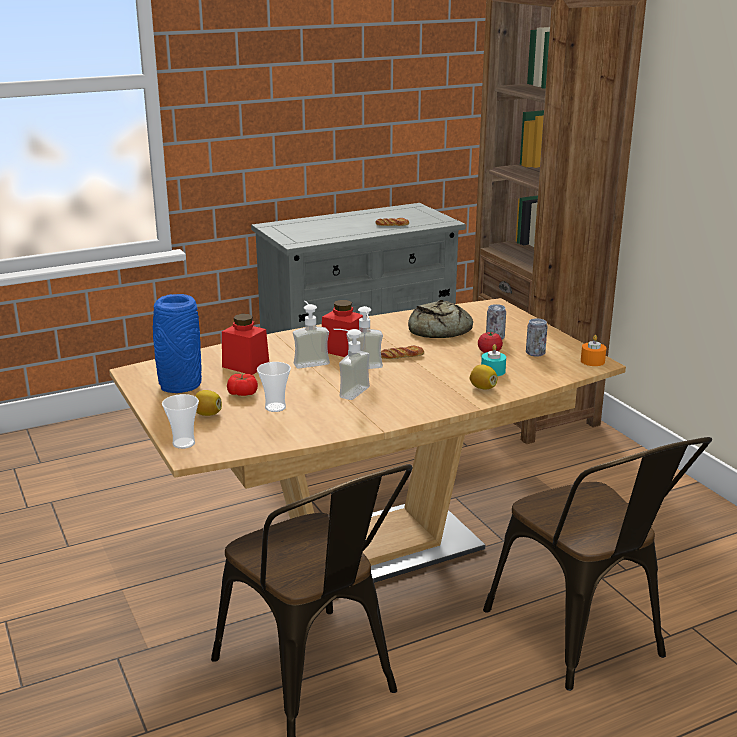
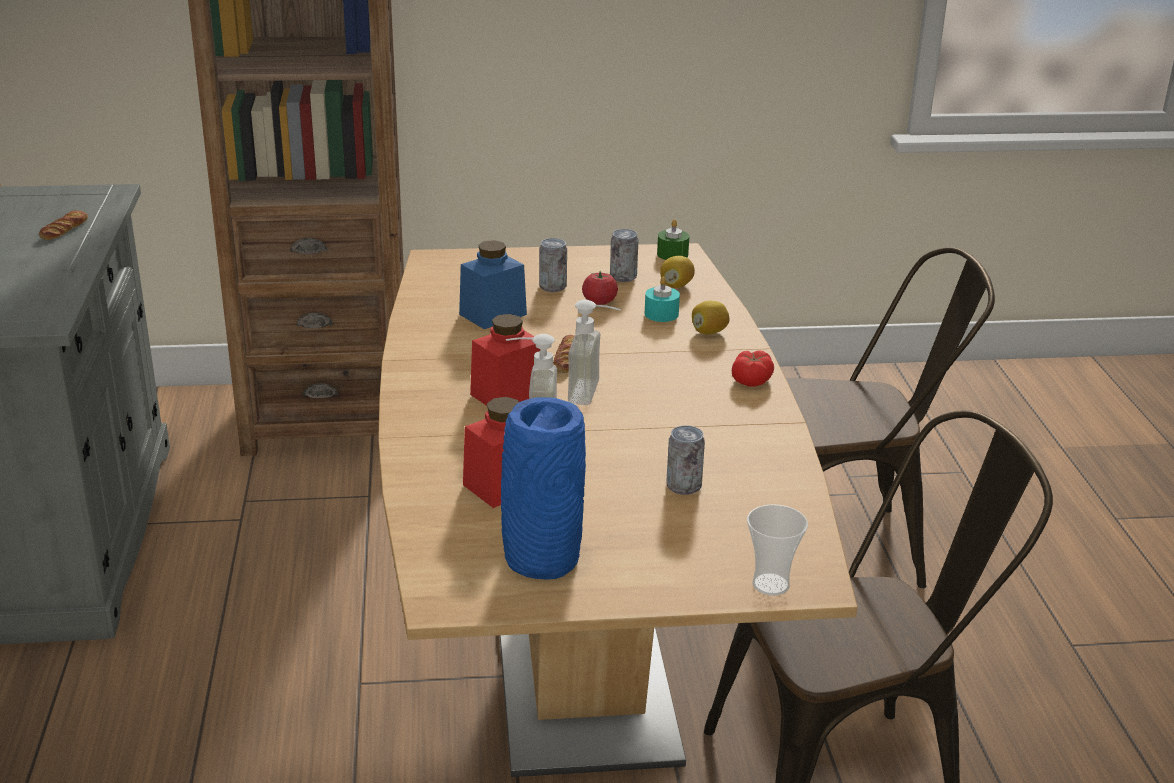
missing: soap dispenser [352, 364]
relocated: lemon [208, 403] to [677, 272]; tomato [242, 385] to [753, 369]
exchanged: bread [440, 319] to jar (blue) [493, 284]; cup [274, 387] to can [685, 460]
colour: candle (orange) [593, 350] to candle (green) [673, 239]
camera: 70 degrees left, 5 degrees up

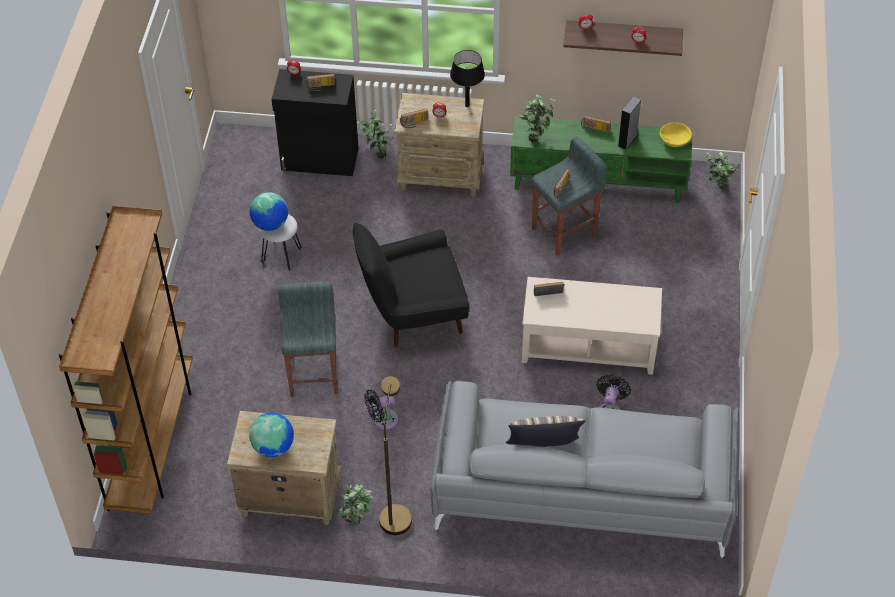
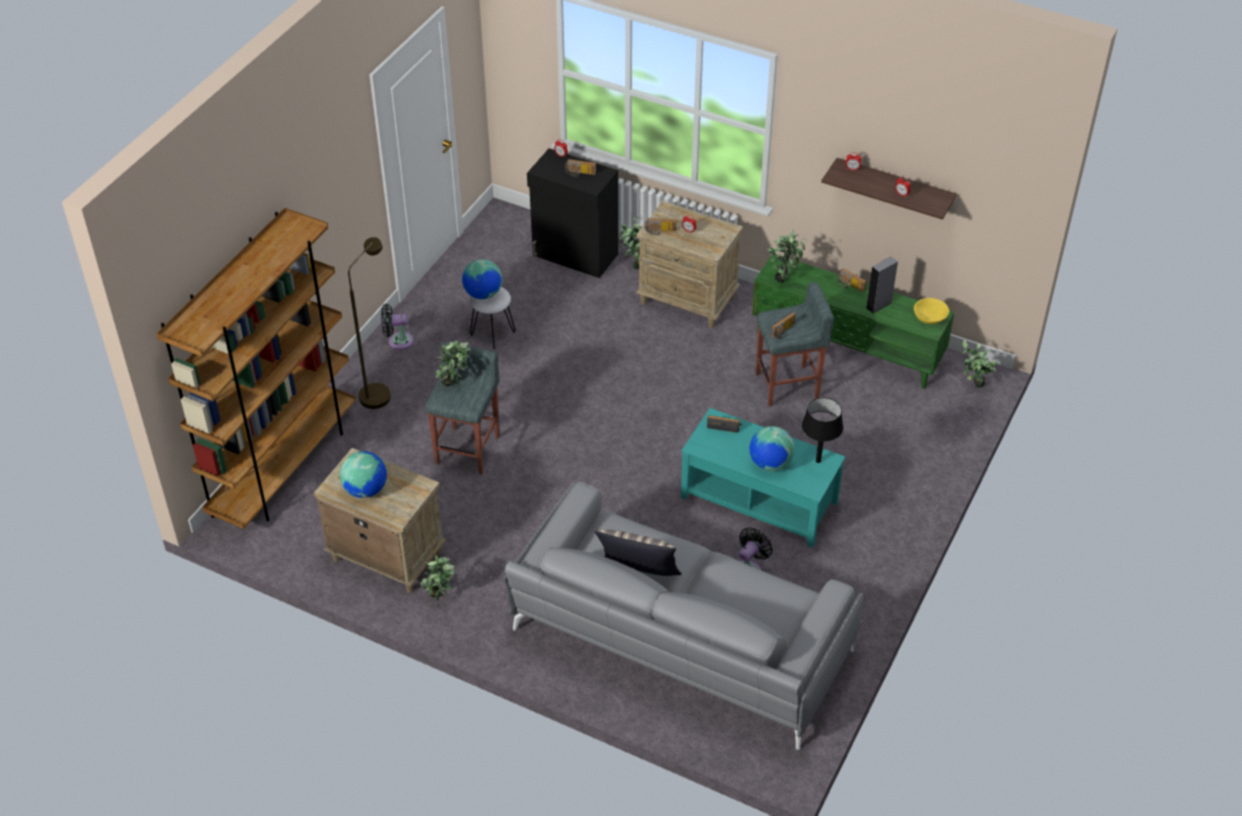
missing: armchair (black) [411, 285]
appeared: potted plant [453, 363]; globe [771, 448]
relocated: floor lamp (brown) [395, 455] to [369, 323]; fan (black) [381, 409] to [397, 327]; table lamp (black) [467, 78] to [822, 430]
colour: coffee table (beige) [592, 326] to coffee table (turquoise) [763, 478]
camera: 20 degrees right, 5 degrees down

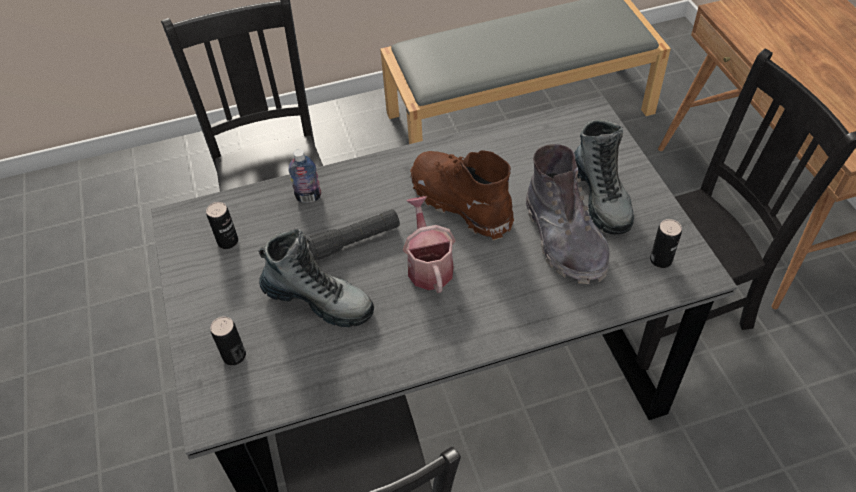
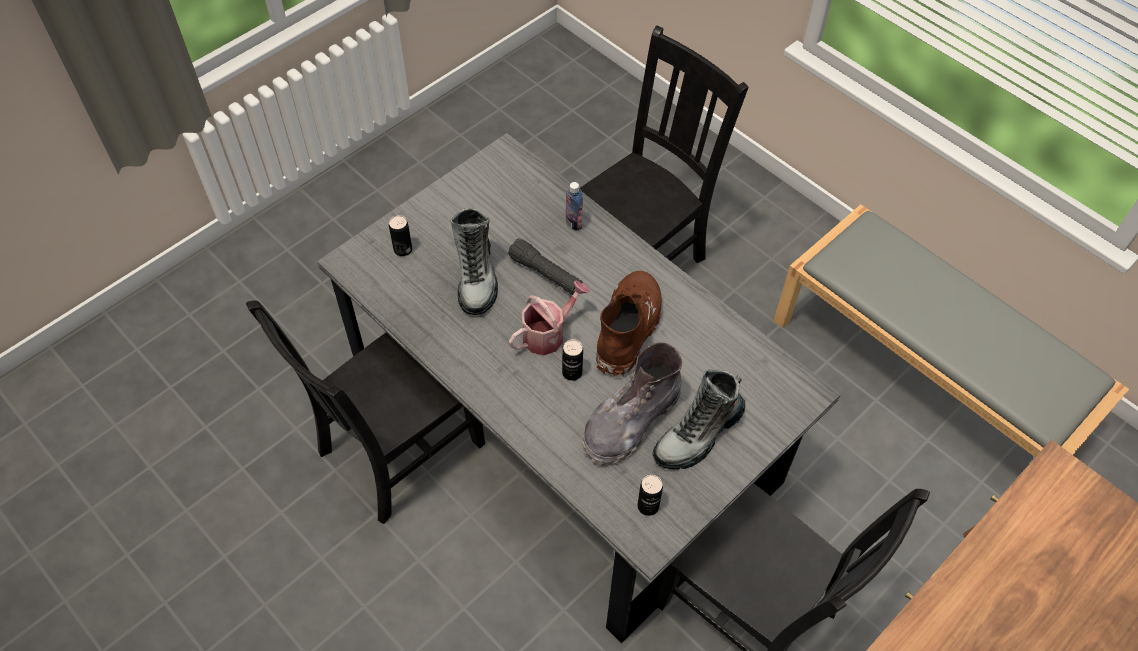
relocated: can [222, 225] to [572, 360]
camera: 60 degrees right, 5 degrees up

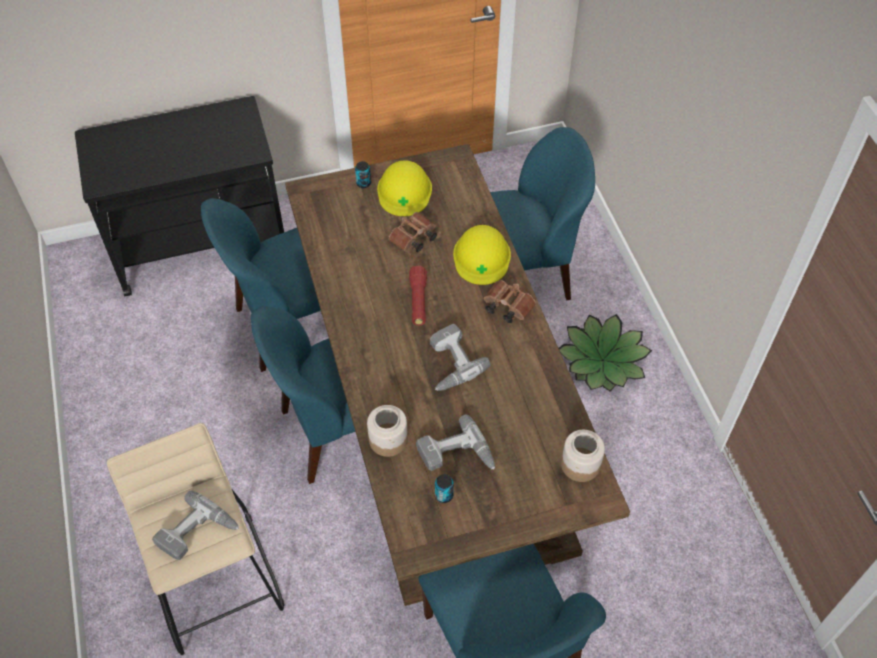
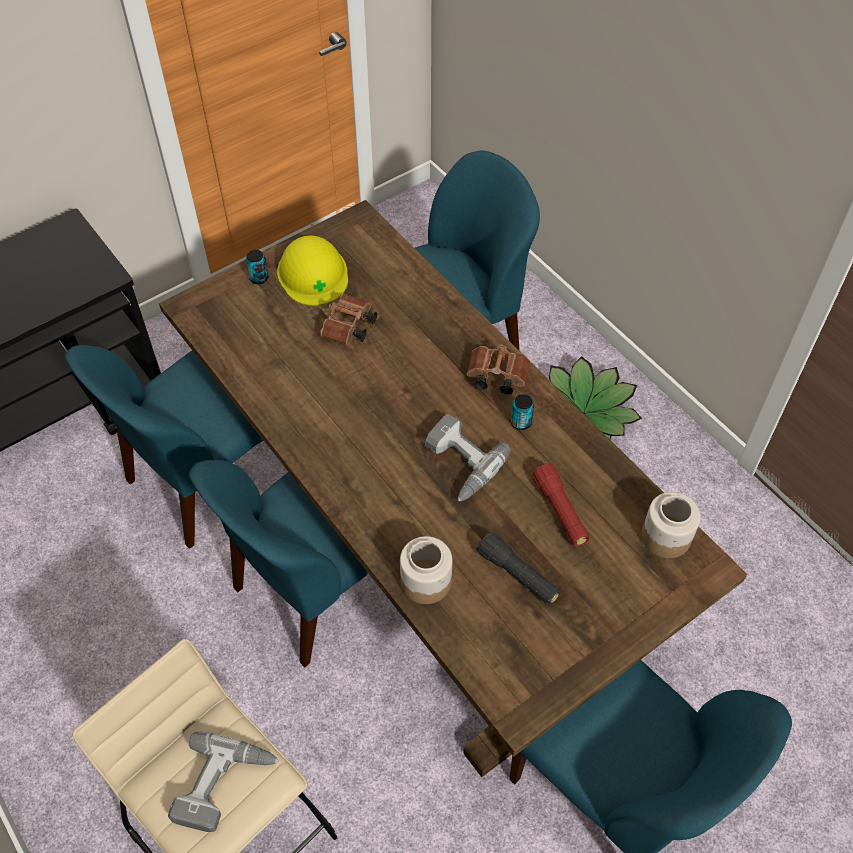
missing: hard hat (yellow) [482, 255]
relocated: can [444, 488] to [522, 412]; flashlight (red) [418, 296] to [561, 504]
exchanged: power drill [455, 443] to flashlight (black) [519, 568]
camera: 20 degrees left, 0 degrees up

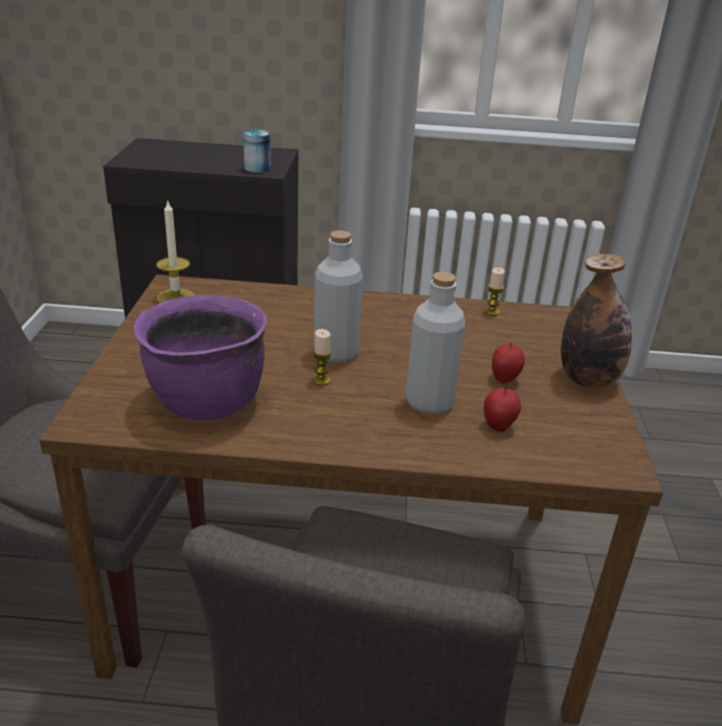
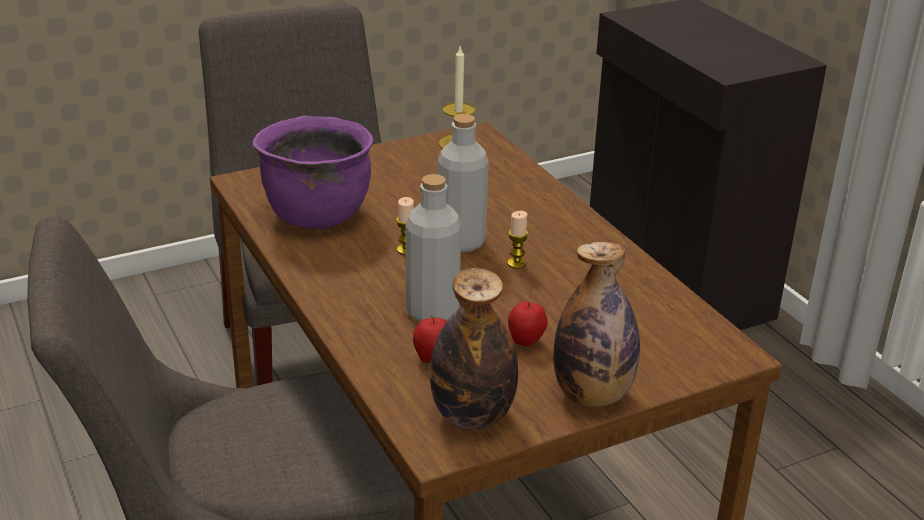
missing: can [257, 151]
appeared: bottle [474, 348]
relocated: candle [494, 291] to [517, 240]
camera: 60 degrees right, 0 degrees up

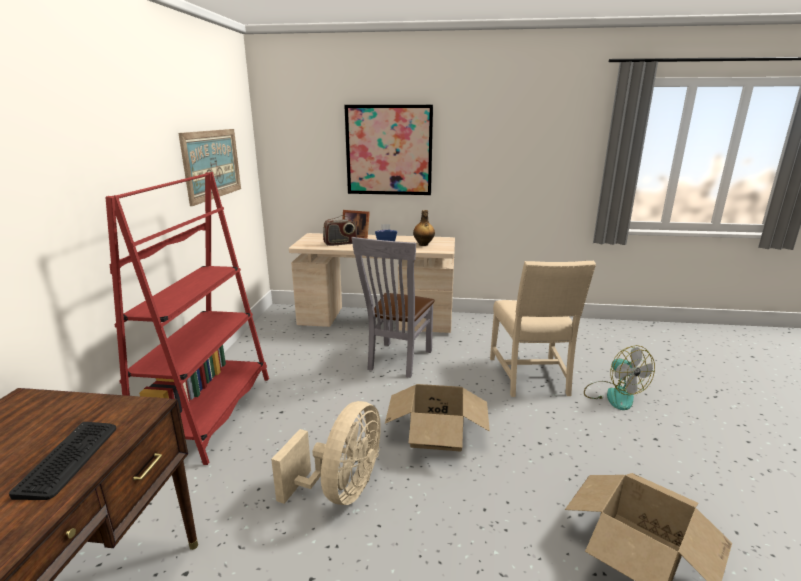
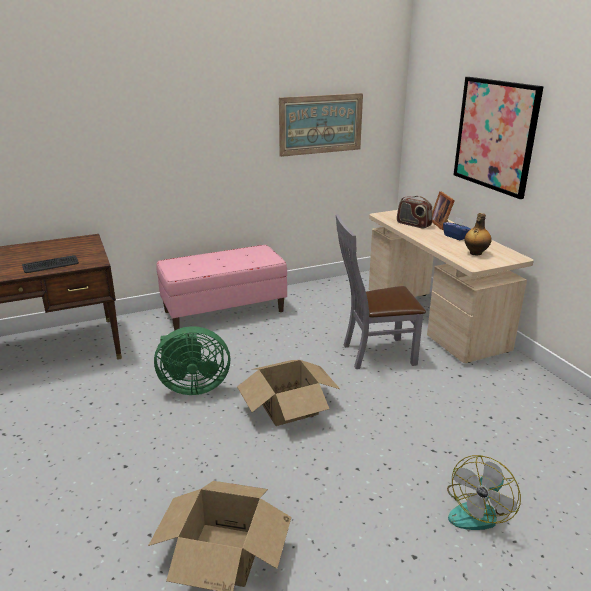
missing: chair (beige) [543, 329]
exchanged: bookcase (red) [187, 318] to bench (pink) [221, 288]
colour: fan (beige) [326, 453] to fan (green) [192, 360]
camera: 60 degrees right, 5 degrees up

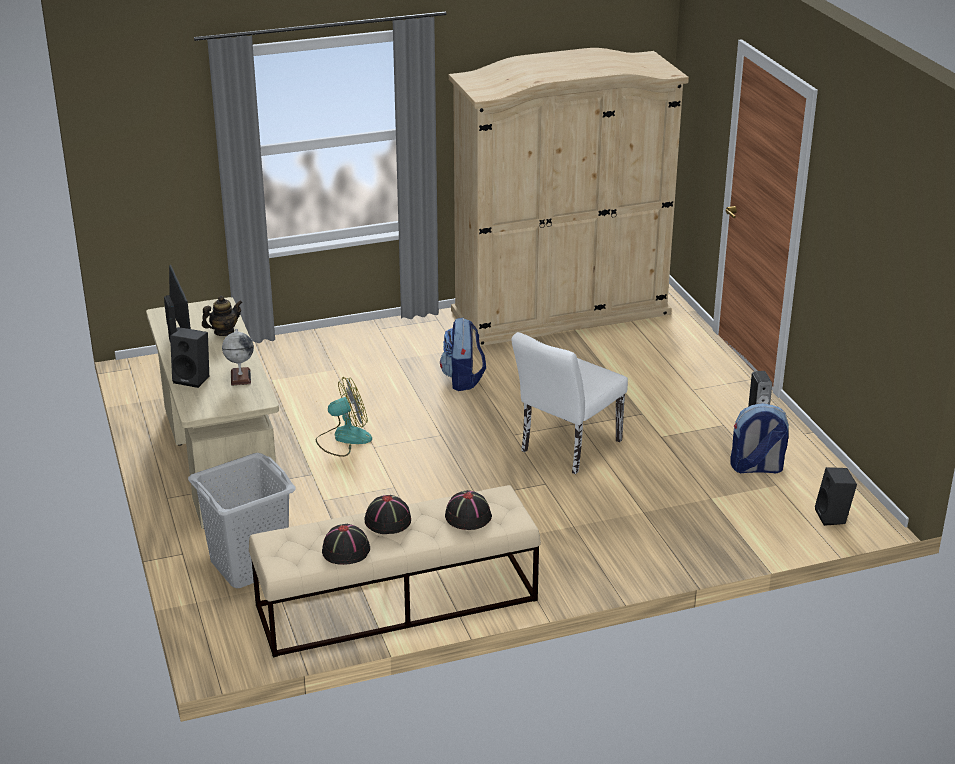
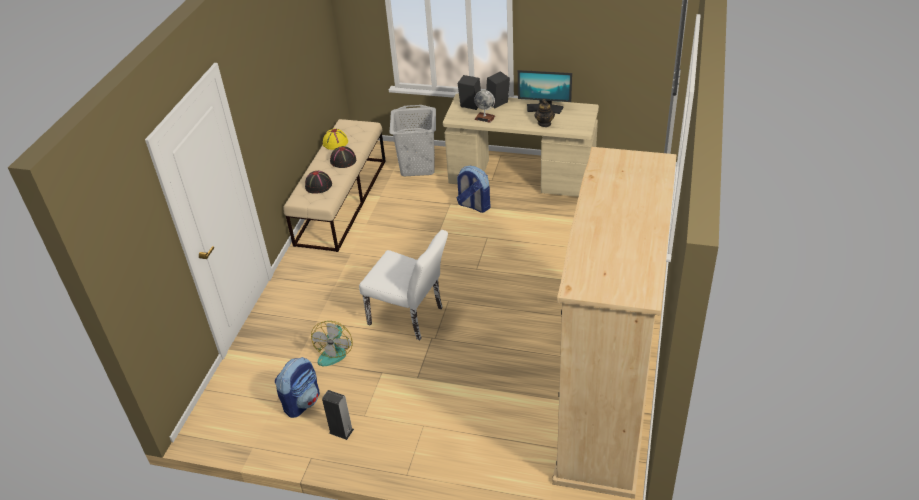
relocated: fan [344, 417] to [332, 343]; backpack [463, 354] to [474, 189]; speaker (black) [836, 496] to [469, 92]
colour: hat (black) [346, 544] to hat (yellow) [335, 139]
spun: chair (white) [570, 403] = [403, 285] 135 degrees clockwise
camera: 125 degrees right, 10 degrees up

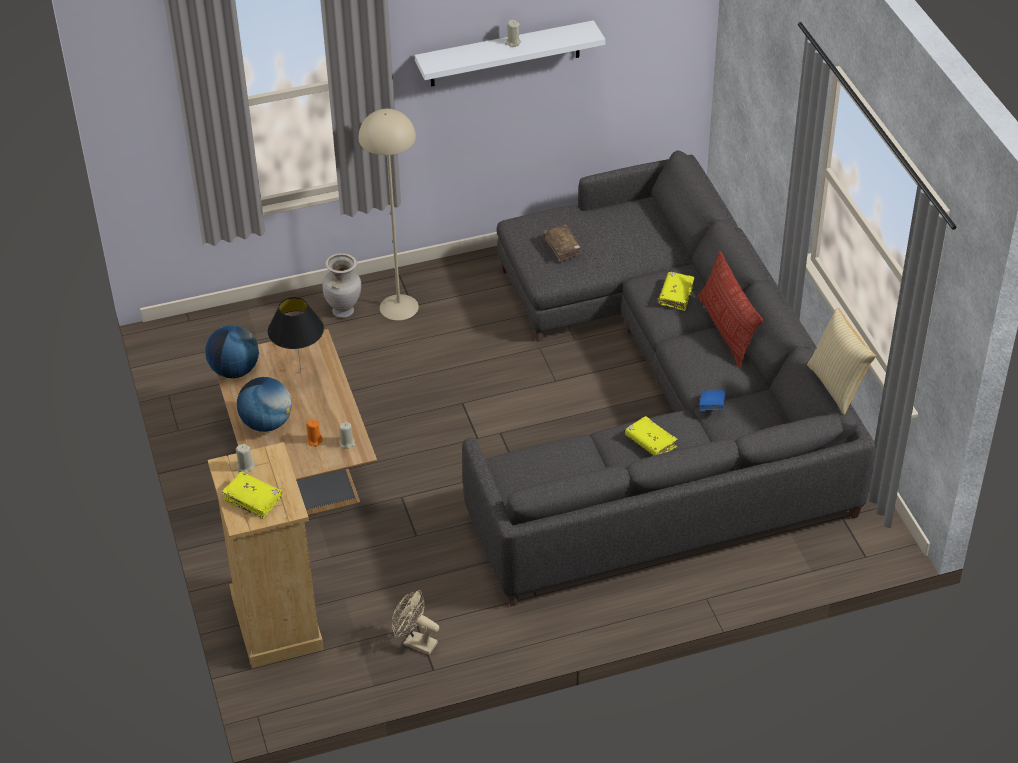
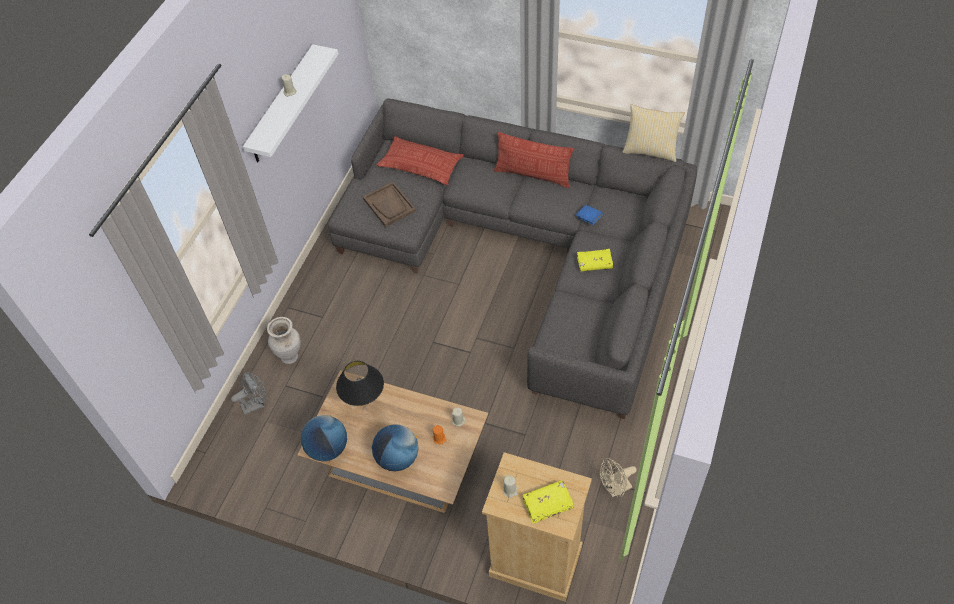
missing: floor lamp (beige) [389, 214]; book (yellow) [676, 291]
appeared: fan (grey) [248, 393]; pillow [420, 160]
exchanged: book (brown) [563, 243] to tray (brown) [389, 204]
camera: 50 degrees left, 10 degrees up

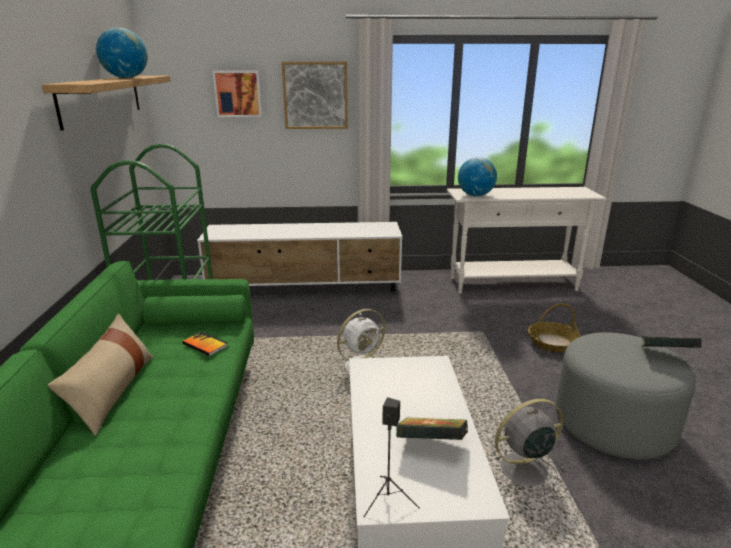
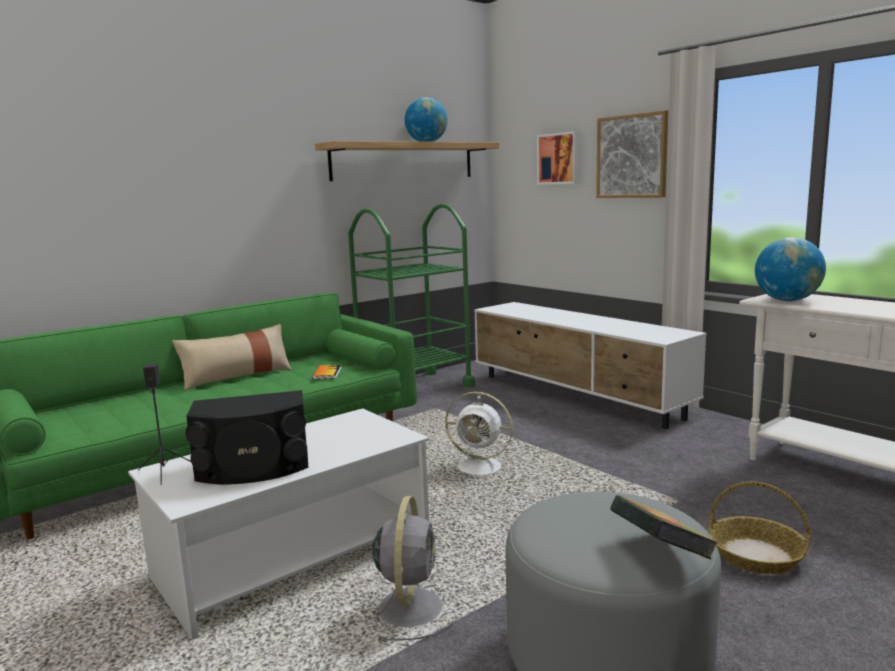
exchanged: book [432, 428] to speaker (black) [247, 437]
spun: fan (grey) [530, 446] = [408, 568] 60 degrees clockwise
camera: 55 degrees right, 10 degrees down

